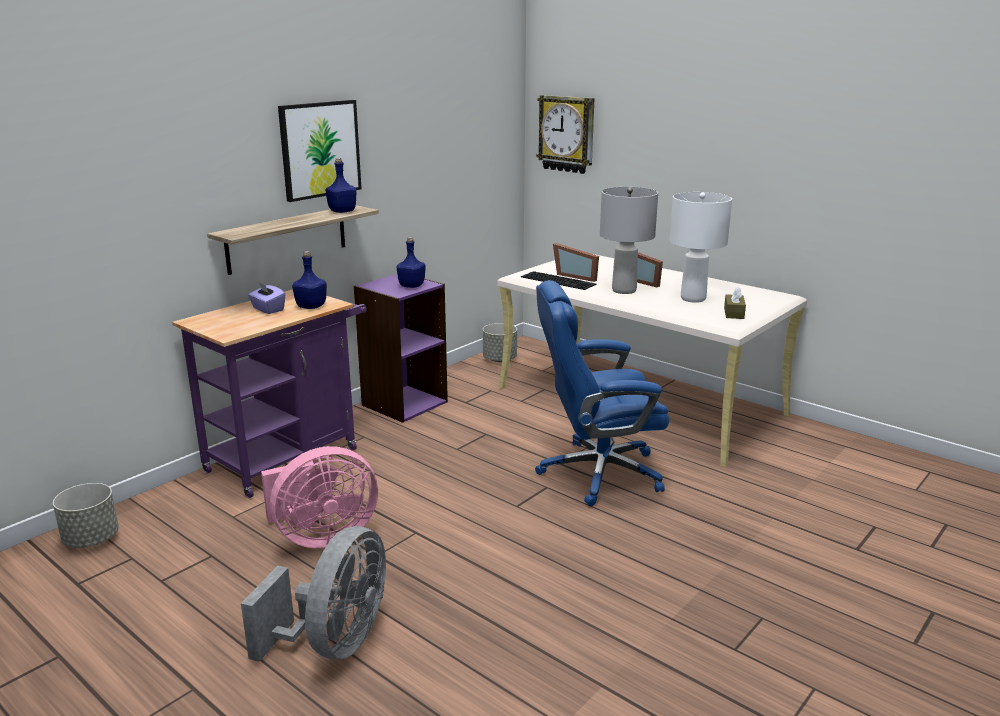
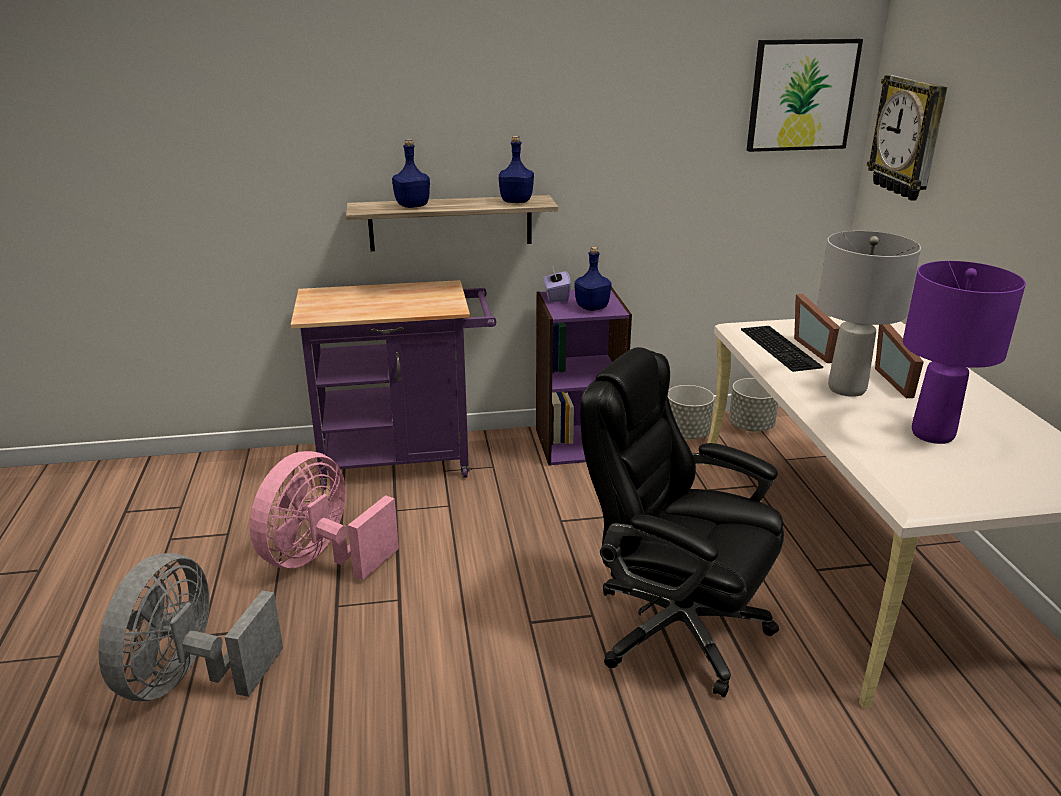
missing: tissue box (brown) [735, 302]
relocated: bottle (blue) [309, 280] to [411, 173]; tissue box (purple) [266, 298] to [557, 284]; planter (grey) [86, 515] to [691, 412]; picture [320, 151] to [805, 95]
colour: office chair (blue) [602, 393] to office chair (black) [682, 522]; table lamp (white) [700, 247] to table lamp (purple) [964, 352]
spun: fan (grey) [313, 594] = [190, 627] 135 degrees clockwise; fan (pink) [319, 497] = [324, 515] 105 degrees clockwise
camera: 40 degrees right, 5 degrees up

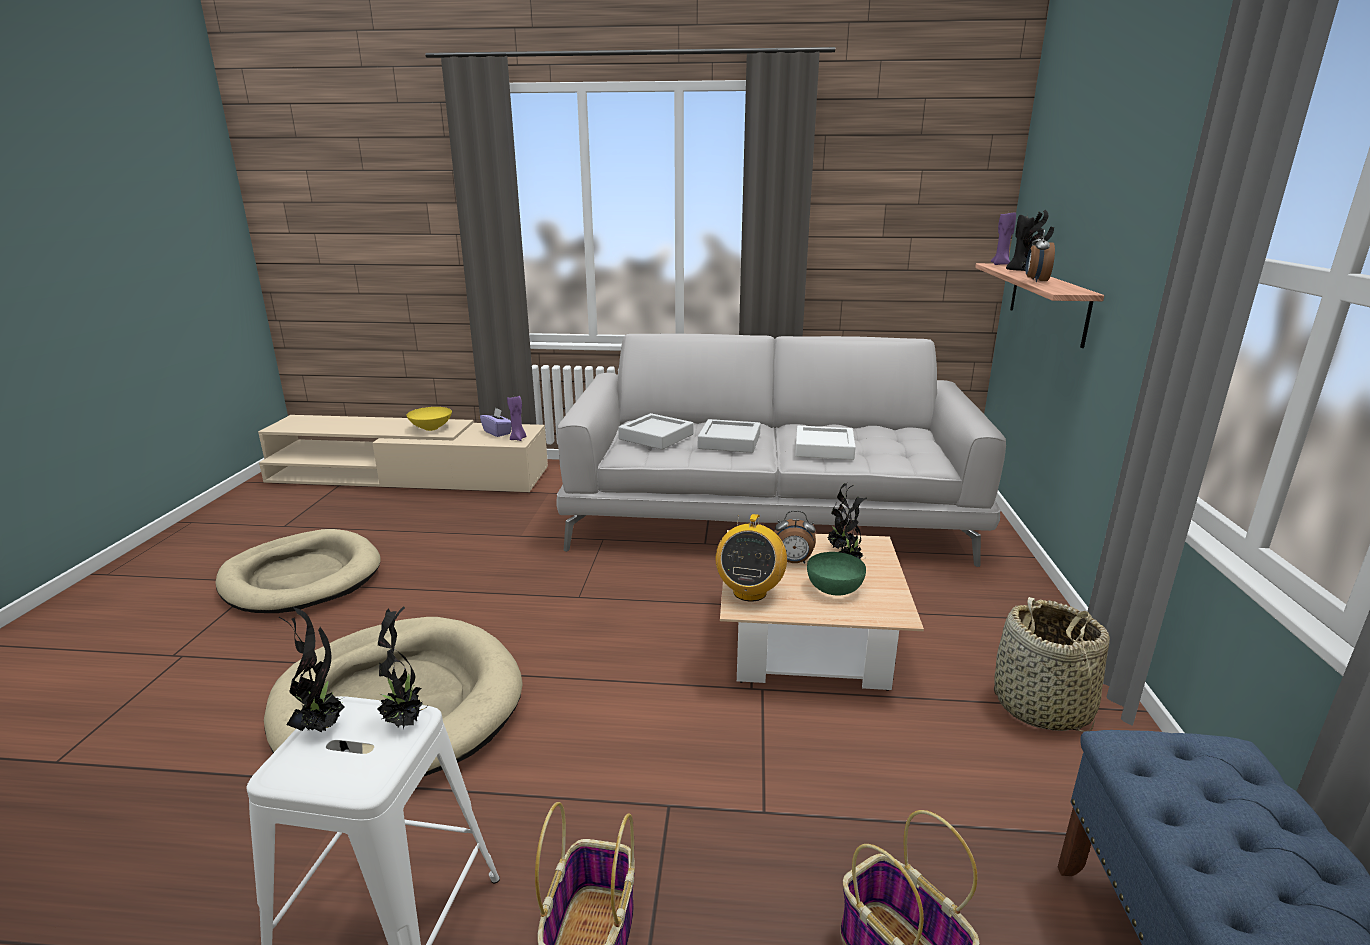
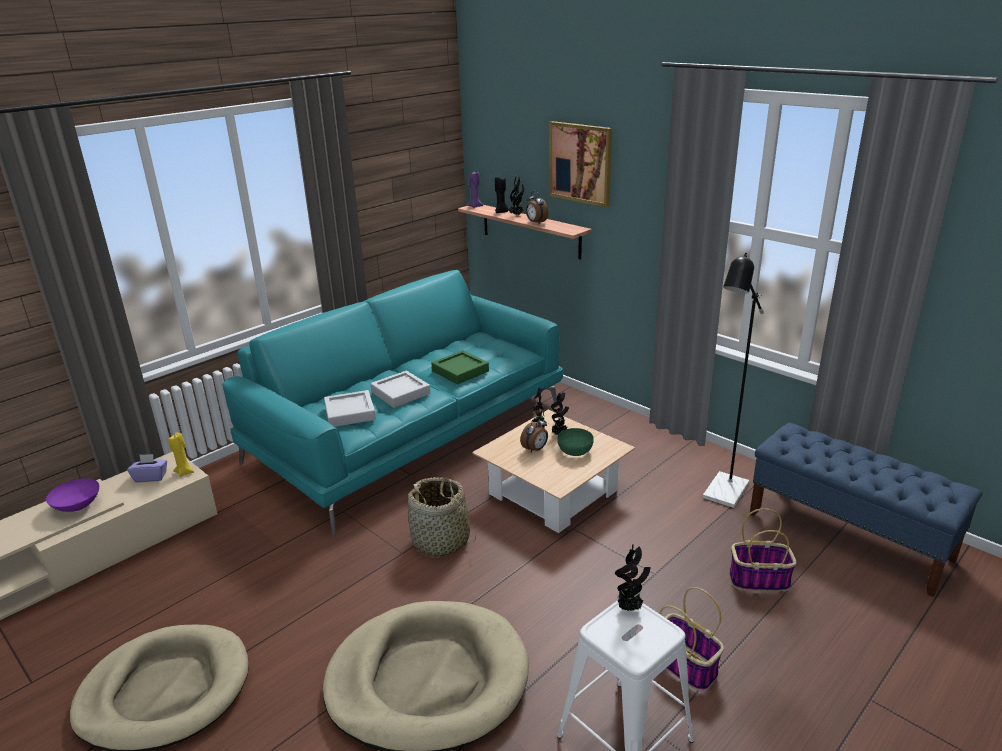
missing: potted plant [312, 669]; radio [751, 557]
appeared: picture [580, 164]; floor lamp (black) [733, 380]
relocated: basket [1052, 664] to [442, 517]
colour: bowl (yellow) [429, 419] to bowl (purple) [72, 495]; candle (purple) [516, 418] to candle (yellow) [181, 454]; sofa (grey) [781, 450] to sofa (turquoise) [392, 402]; tray (white) [825, 443] to tray (green) [460, 367]
camera: 50 degrees left, 5 degrees up

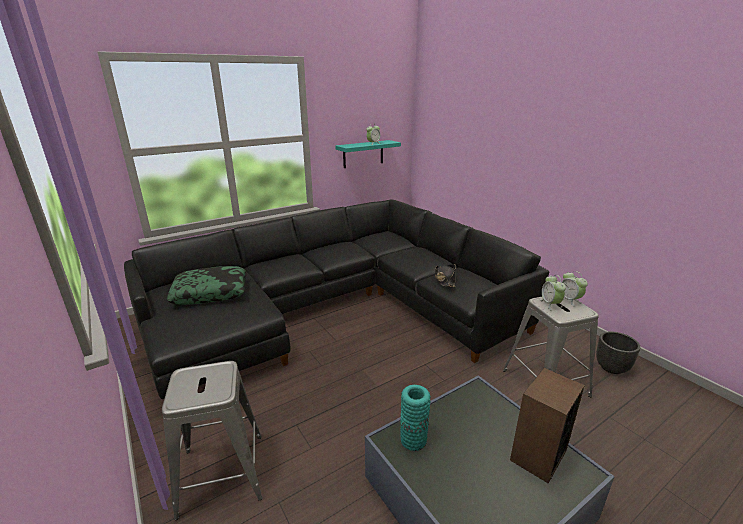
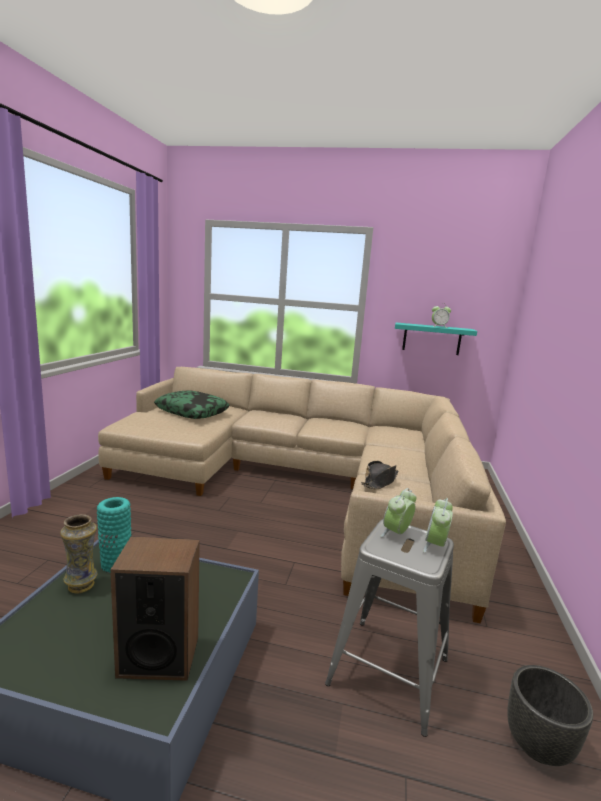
missing: stool (grey) [212, 440]
appeared: vase [79, 553]
colour: sofa (black) [336, 299] to sofa (beige) [302, 495]
camera: 45 degrees right, 10 degrees down

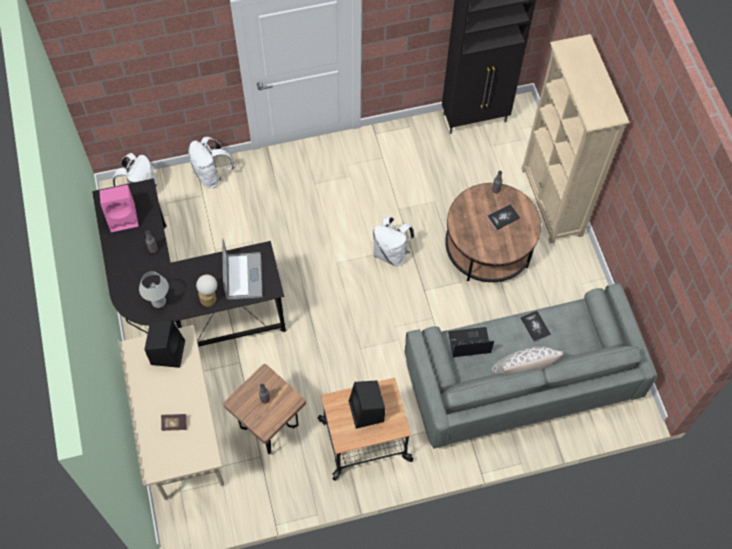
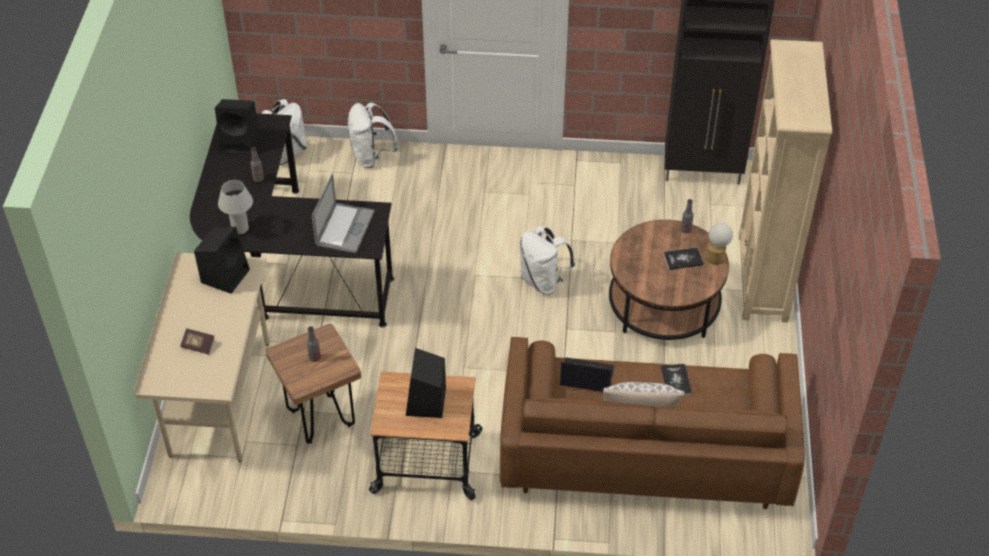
relocated: table lamp [206, 291] to [719, 244]
colour: speaker (pink) [119, 208] to speaker (black) [237, 127]; sofa (grey) [531, 366] to sofa (brown) [652, 423]
camera: 20 degrees right, 15 degrees down

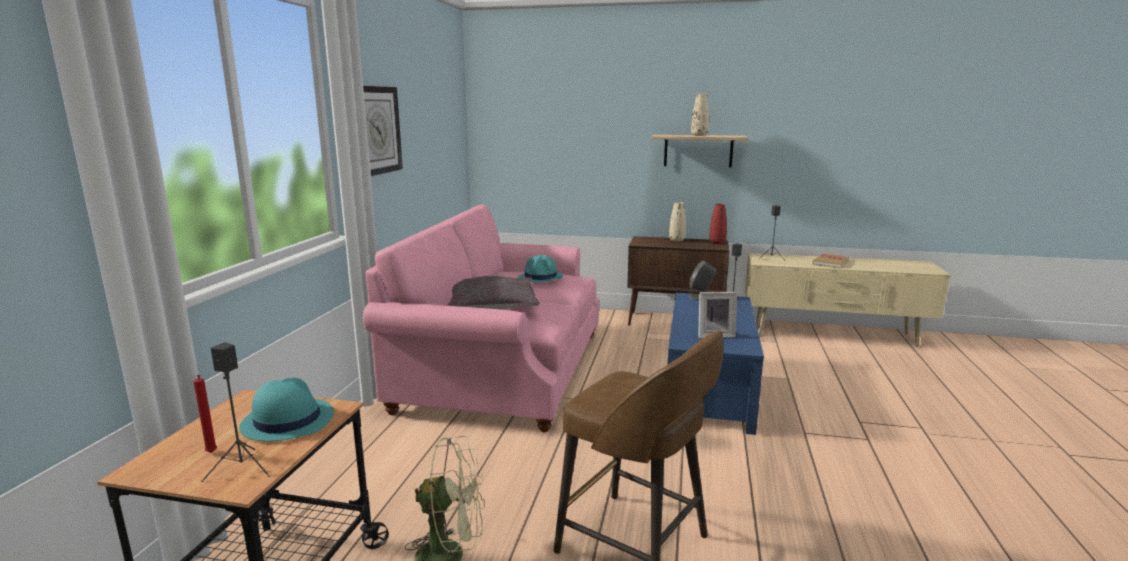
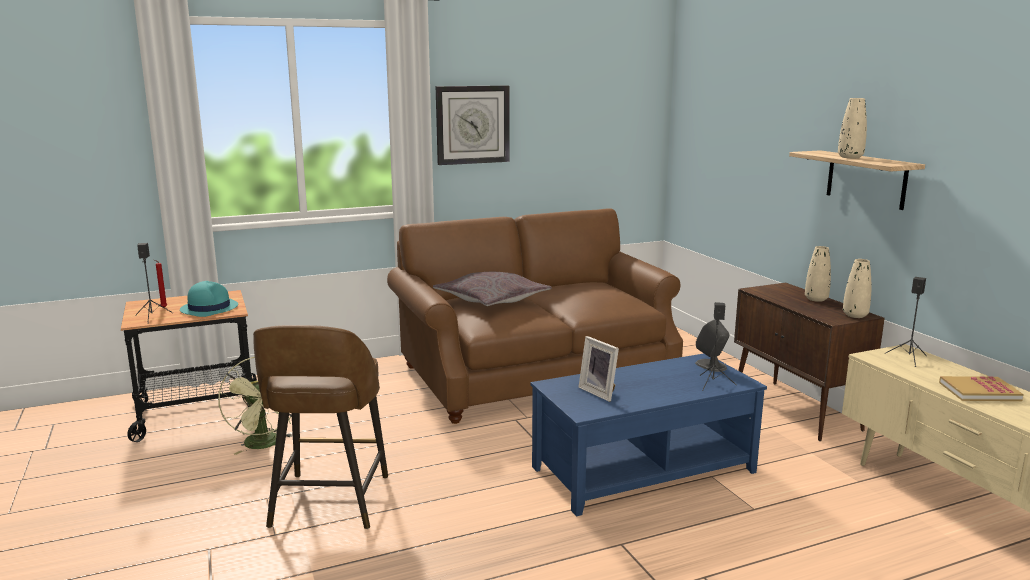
missing: hat (turquoise) [540, 269]
colour: sofa (pink) [481, 318] to sofa (brown) [535, 316]; vase (red) [718, 224] to vase (beige) [857, 288]
camera: 55 degrees right, 0 degrees up

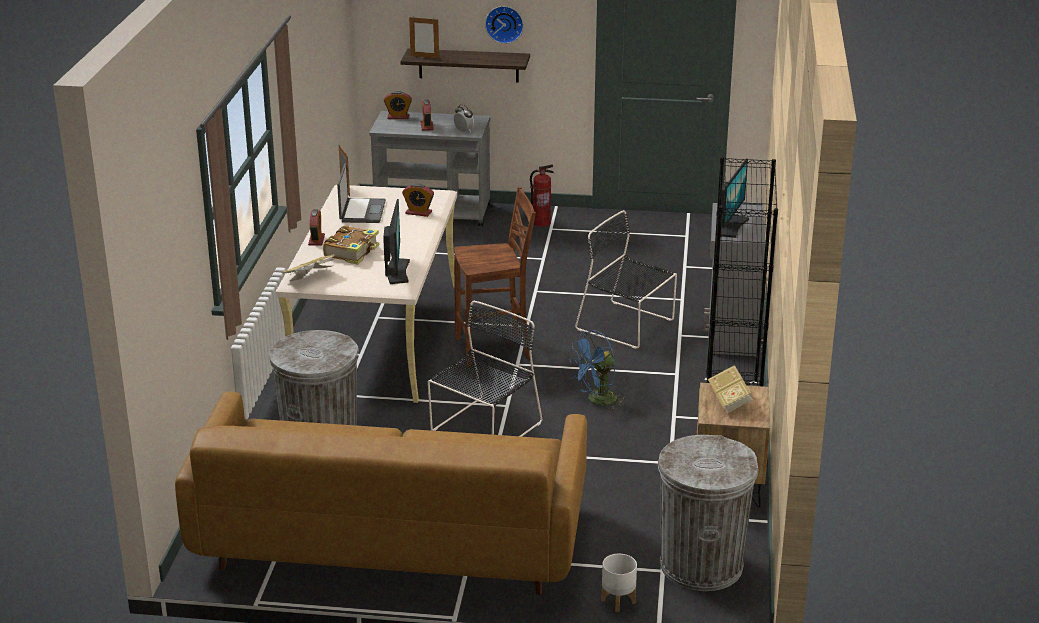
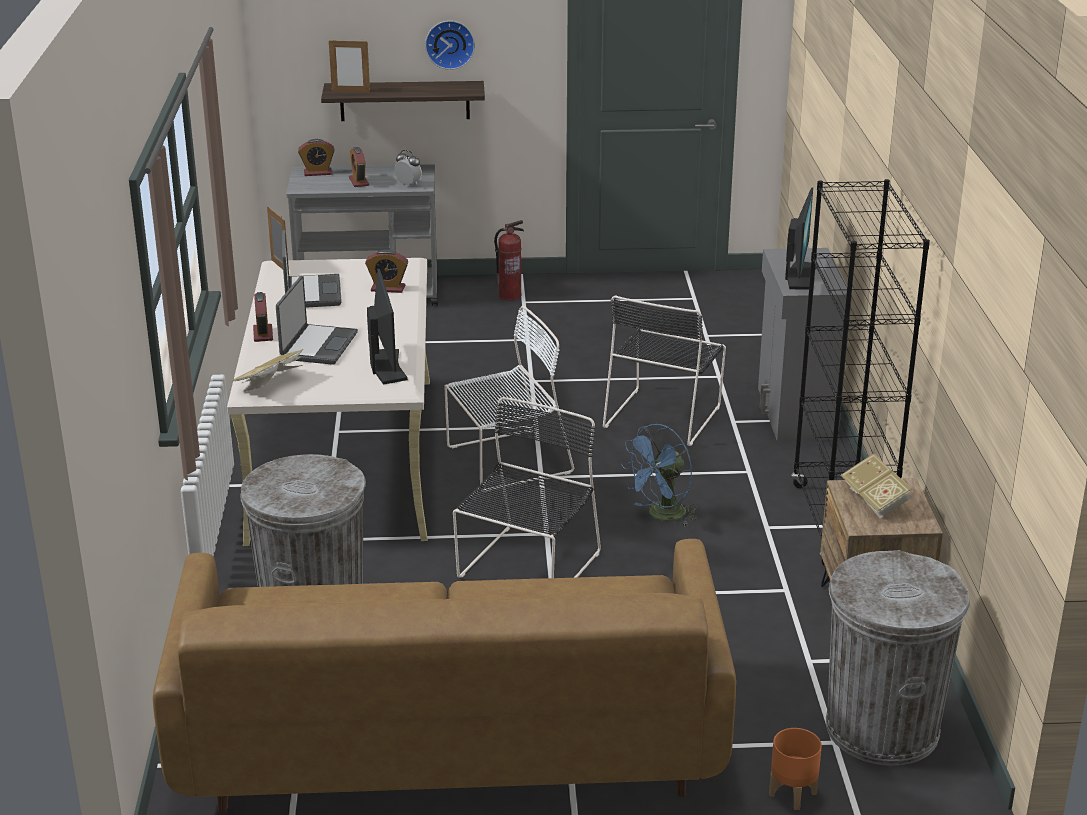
exchanged: book [351, 245] to laptop [317, 320]; stool (brown) [495, 277] to chair (white) [509, 399]
colour: planter (white) [619, 583] to planter (orange) [795, 769]
spun: chair (black) [626, 279] = [664, 370] 90 degrees counterclockwise
camera: 10 degrees left, 0 degrees up

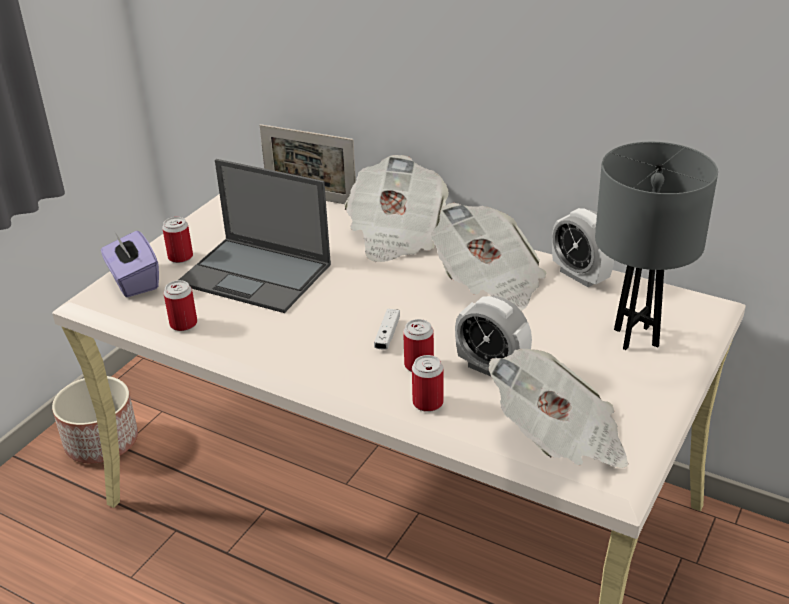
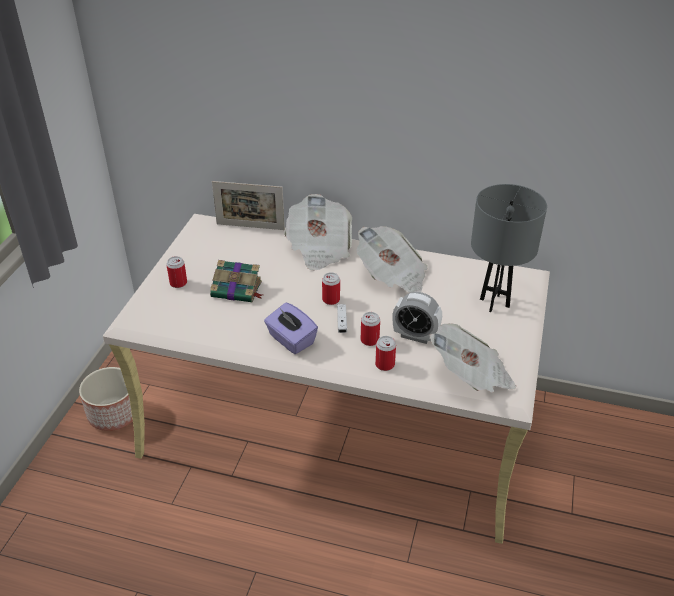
missing: alarm clock [583, 247]
relocated: tissue box (purple) [130, 264] to [291, 328]; can [180, 305] to [331, 288]
exchanged: laptop [255, 236] to book [236, 281]
camera: 15 degrees left, 5 degrees up

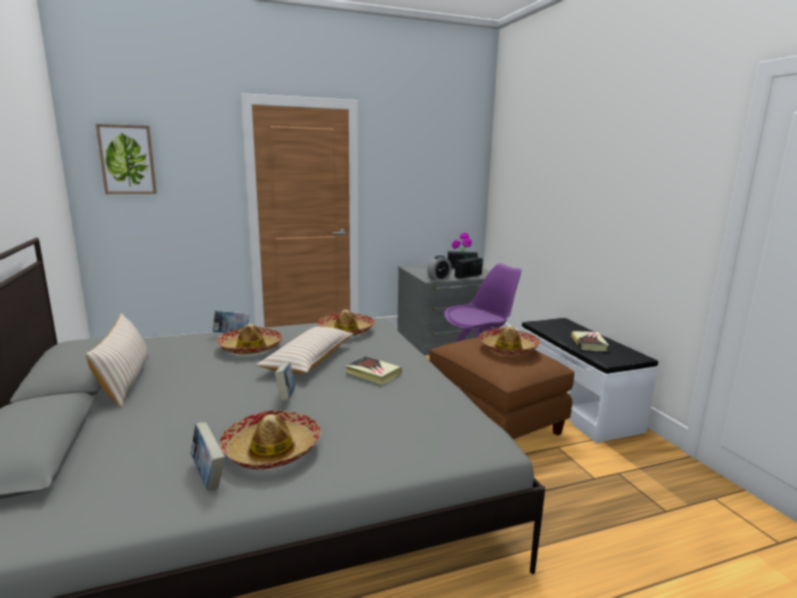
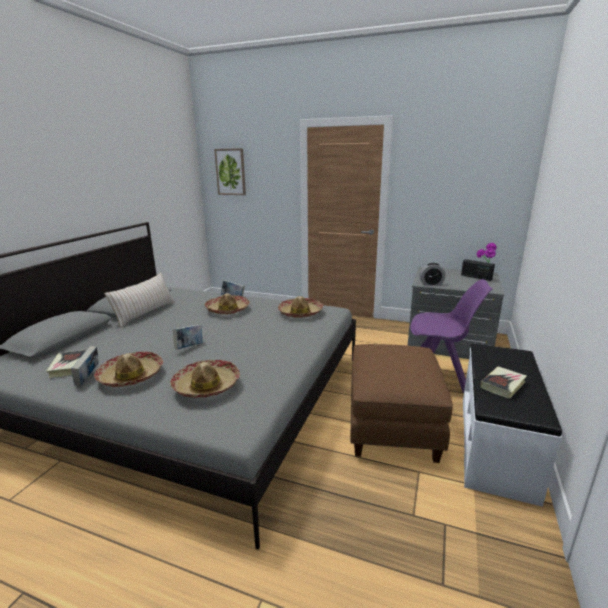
missing: pillow (beige) [305, 350]; radio [469, 268]
relocated: book [374, 370] to [66, 364]; hat [509, 340] to [205, 379]
camera: 40 degrees right, 5 degrees up

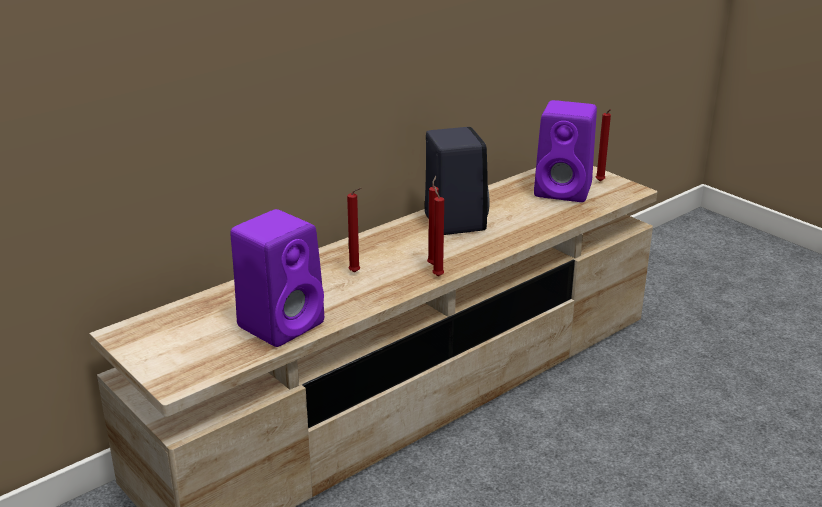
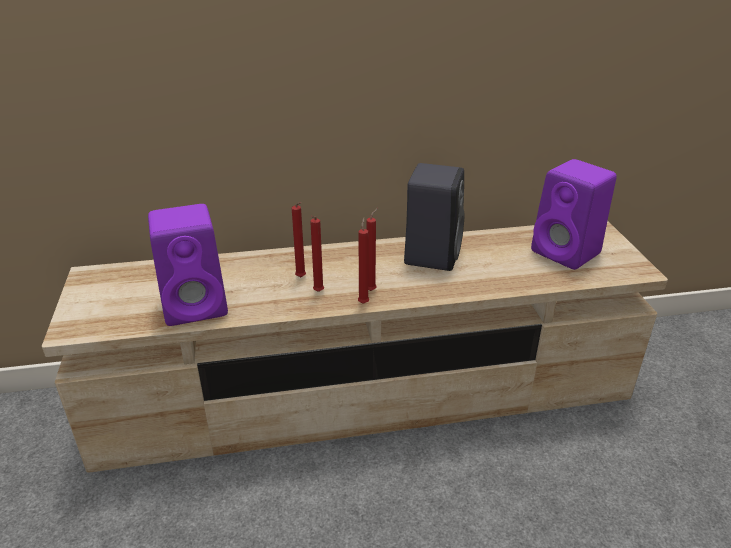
relocated: candle (red) [603, 145] to [317, 254]
camera: 30 degrees right, 5 degrees up

